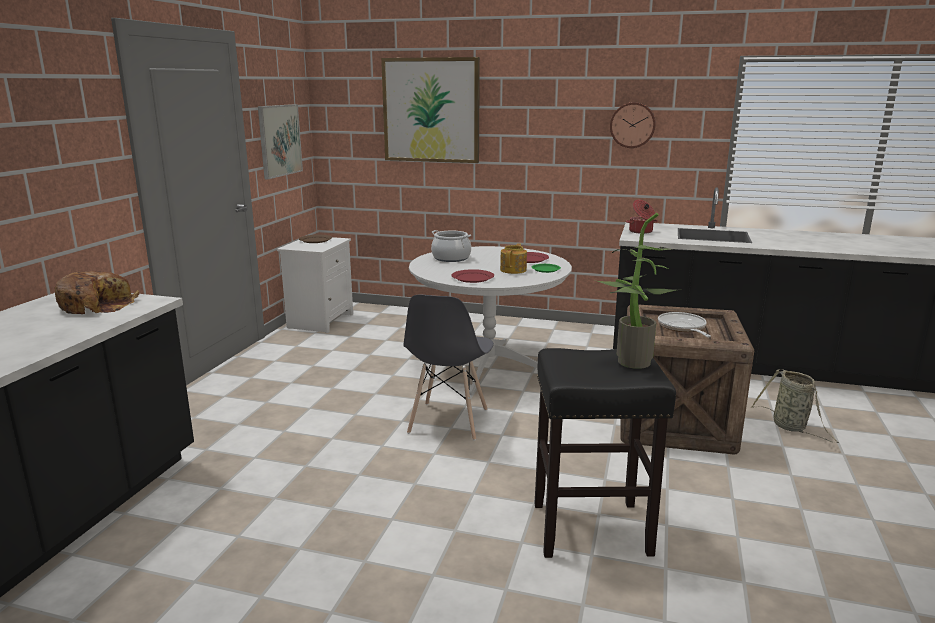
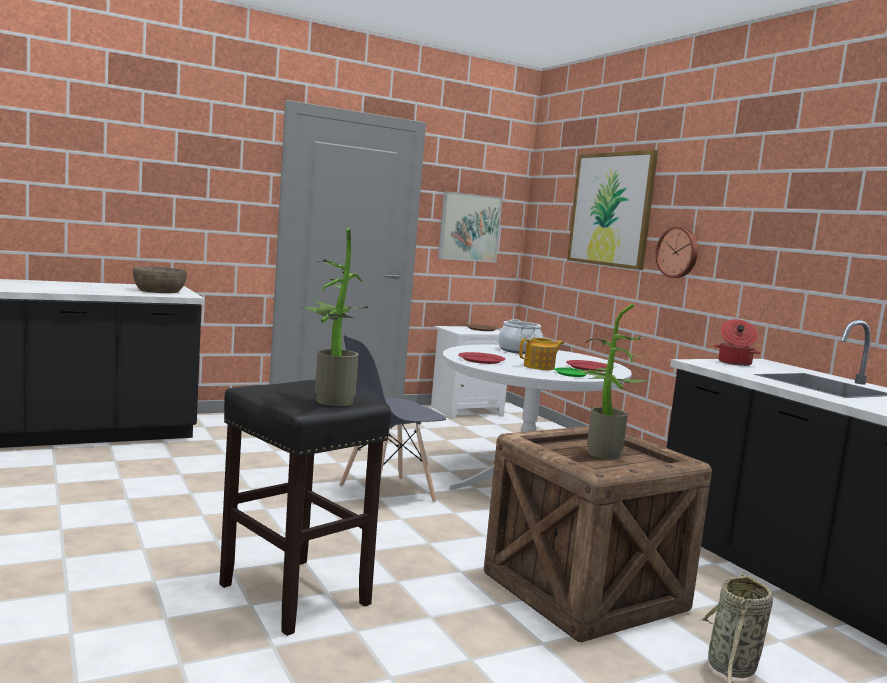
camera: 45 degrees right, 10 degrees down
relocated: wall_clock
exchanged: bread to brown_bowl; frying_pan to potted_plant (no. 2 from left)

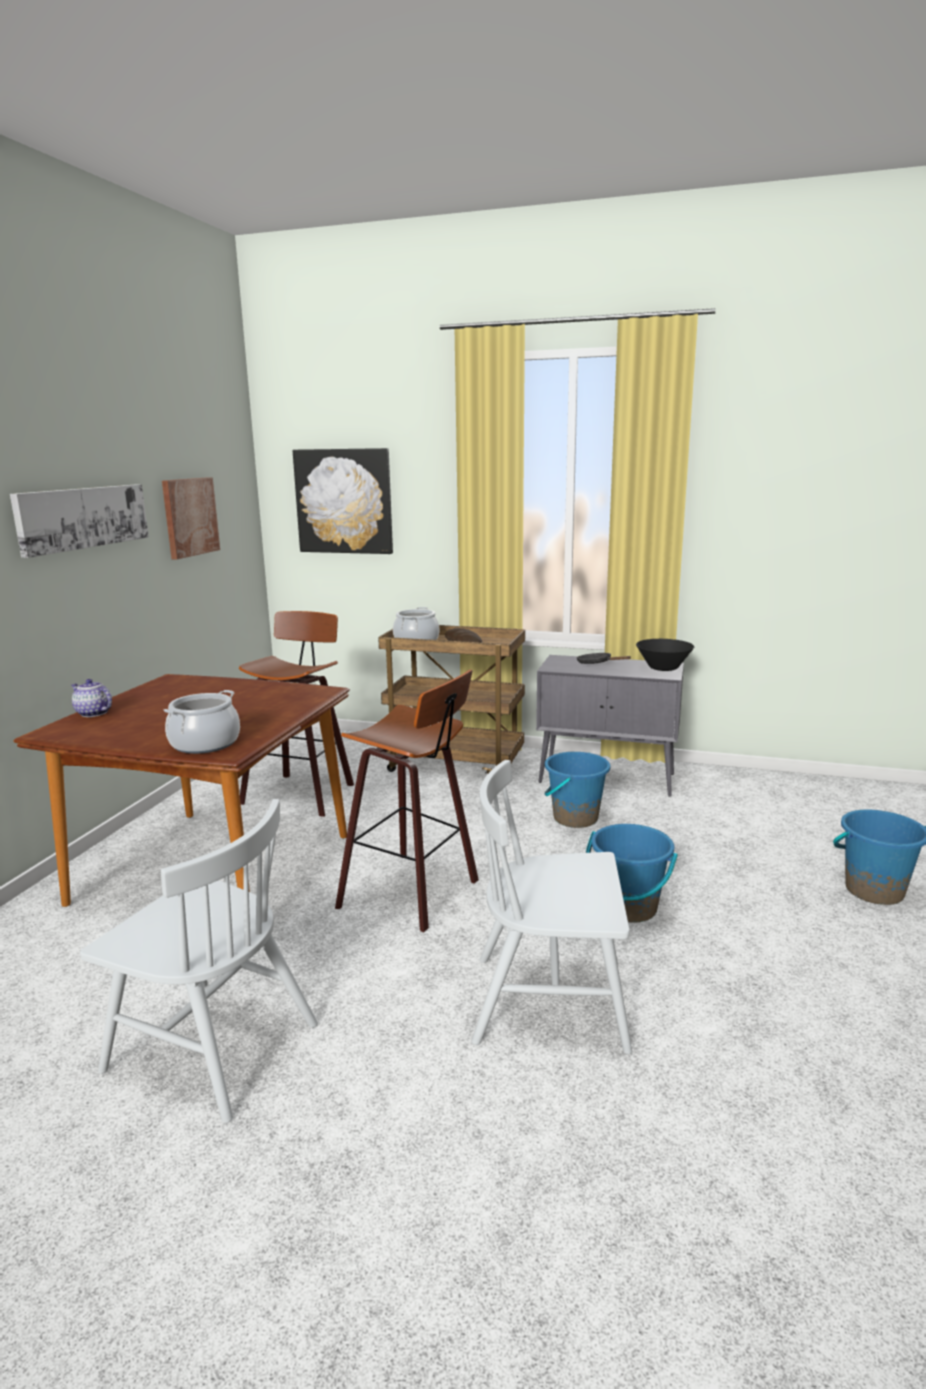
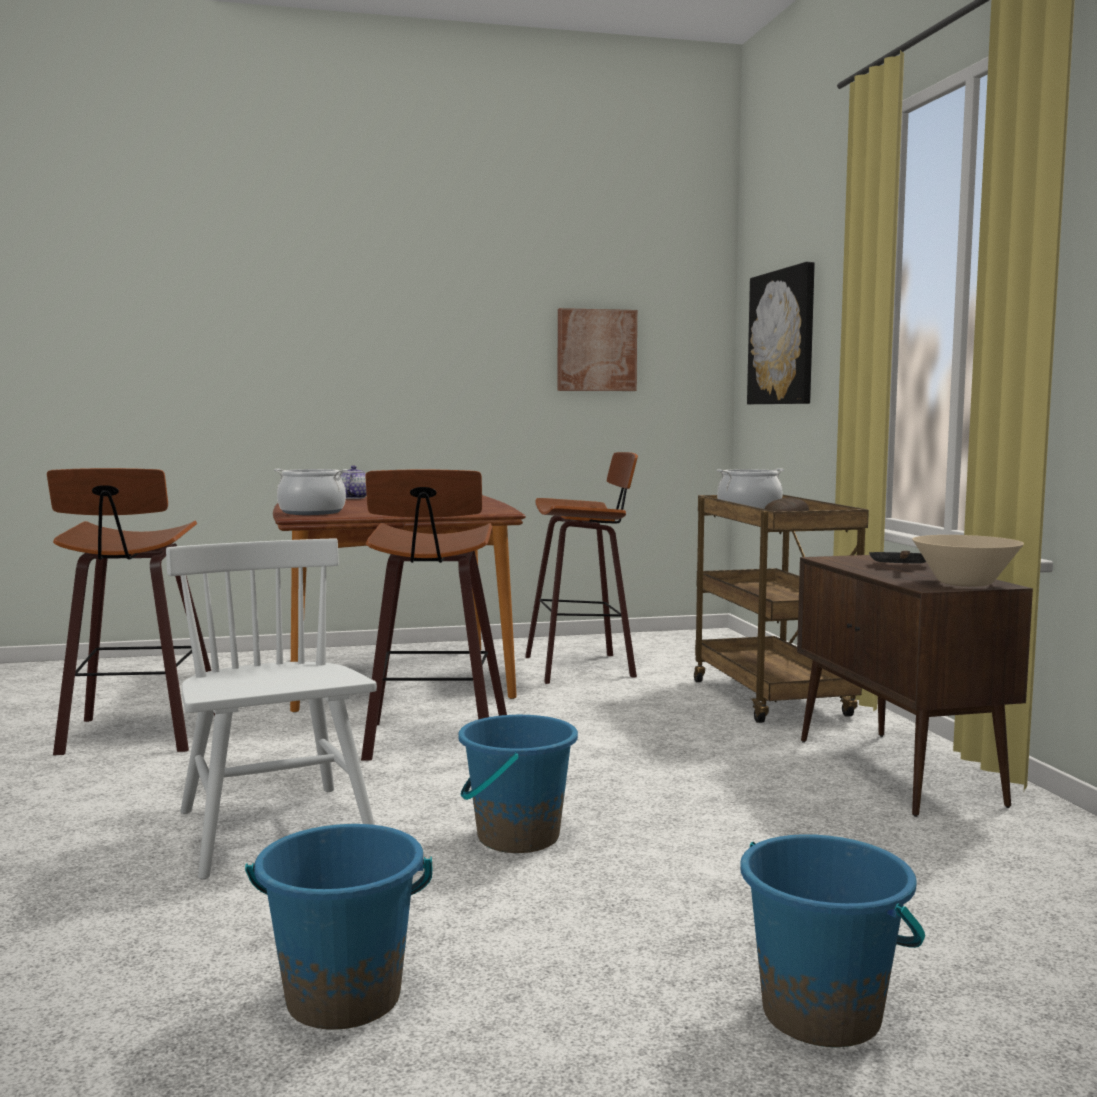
camera: 60 degrees right, 10 degrees down
missing: picture (no. 1 from left)
relocated: blue_bucket (no. 1 from left)
exchanged: white_chair (no. 1 from left) to stool (no. 1 from left)
colour: black_bowl to beige_bowl; grey_cabinet to brown_cabinet

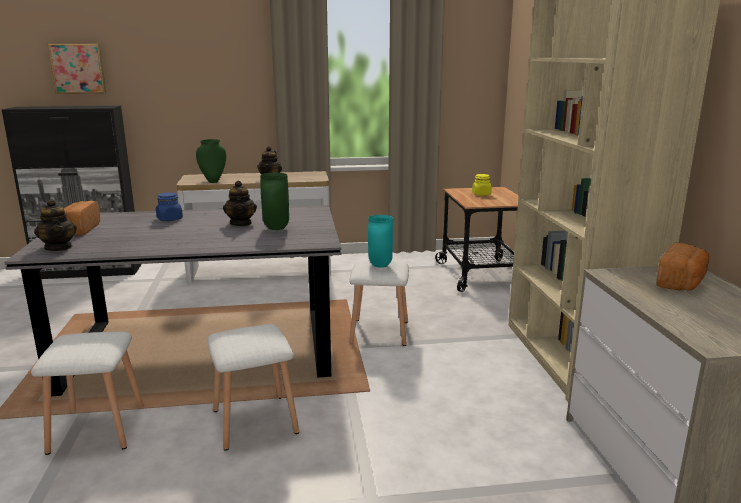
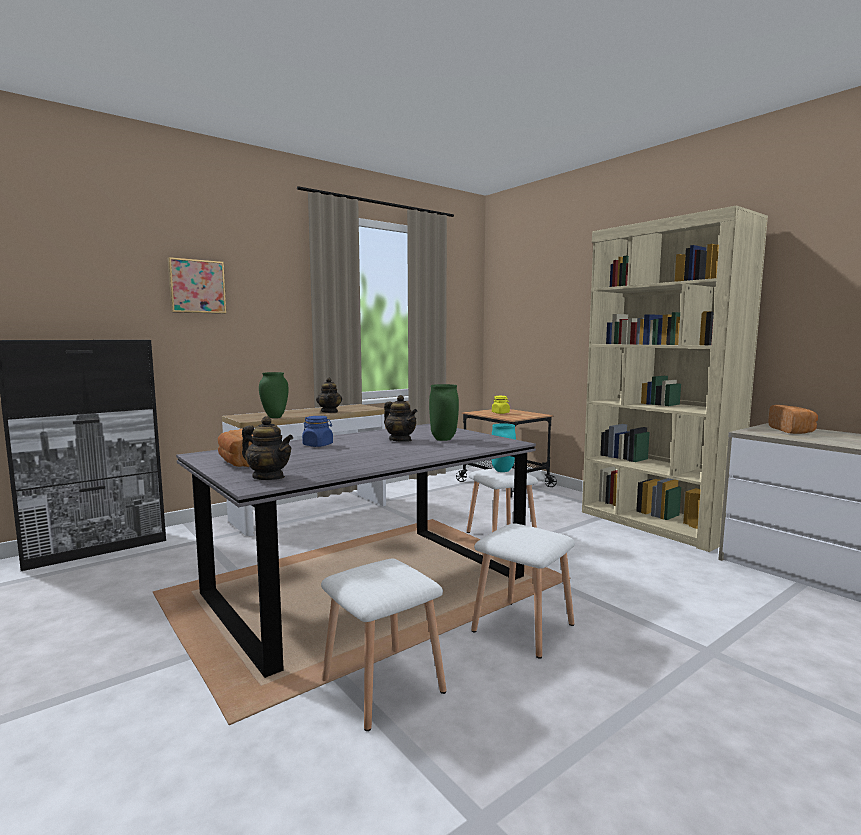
camera: 30 degrees left, 10 degrees down
relocated: picture

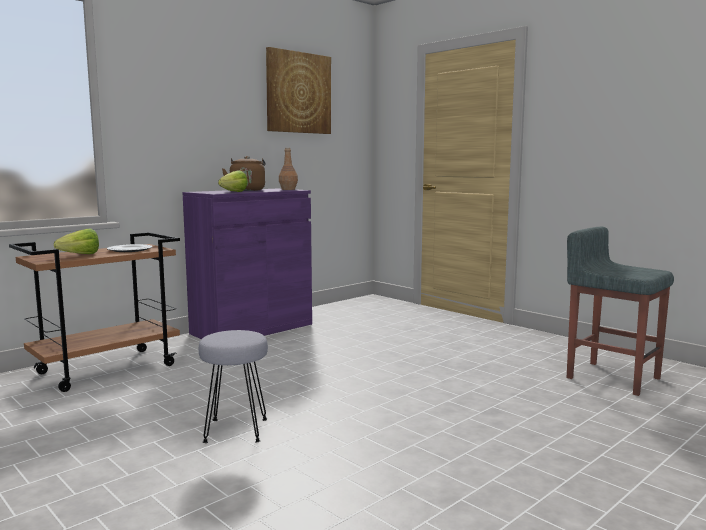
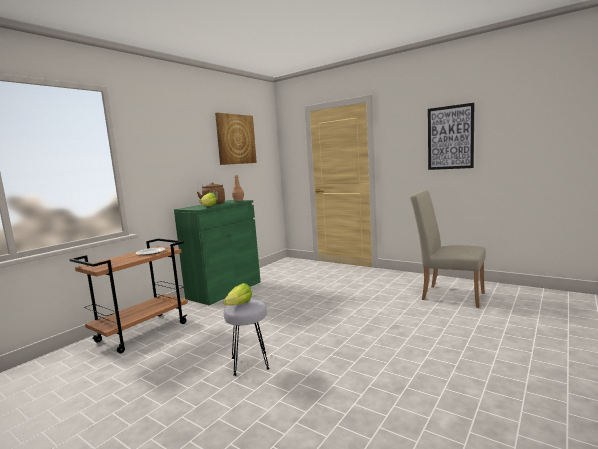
camera: 10 degrees left, 0 degrees up
appeared: picture (no. 2 from left)
relocated: lettuce (no. 1 from left in the first image) to lettuce (no. 2 from left)
exchanged: grey_stool (no. 2 from left) to beige_chair
colour: purple_cabinet to green_cabinet

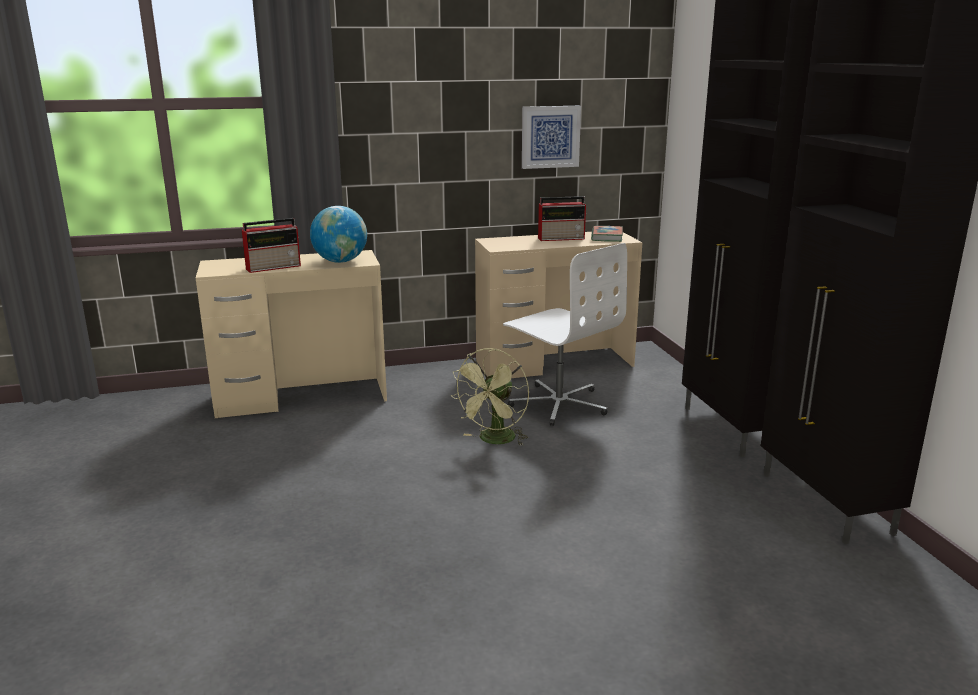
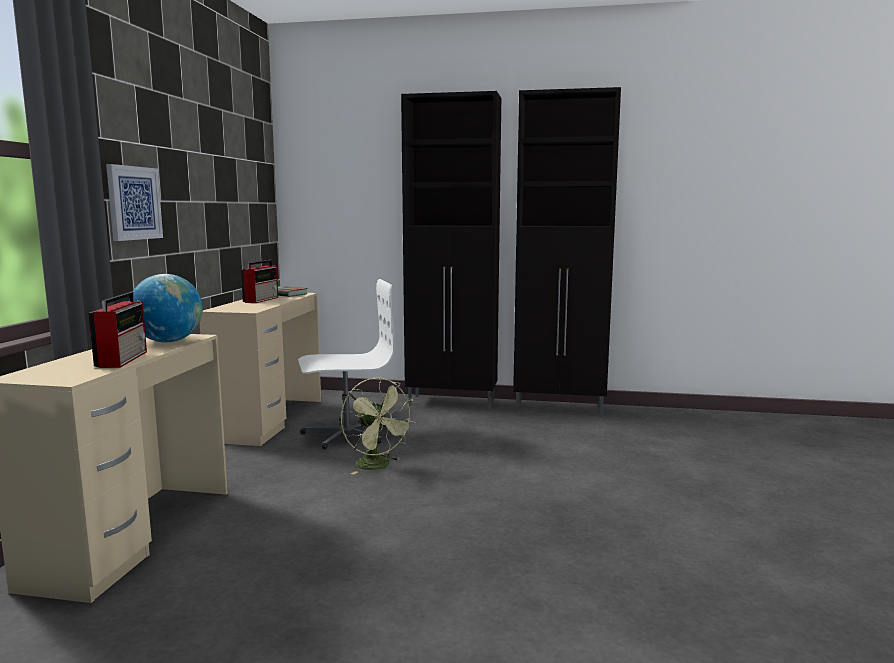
camera: 65 degrees left, 10 degrees down
relocated: picture

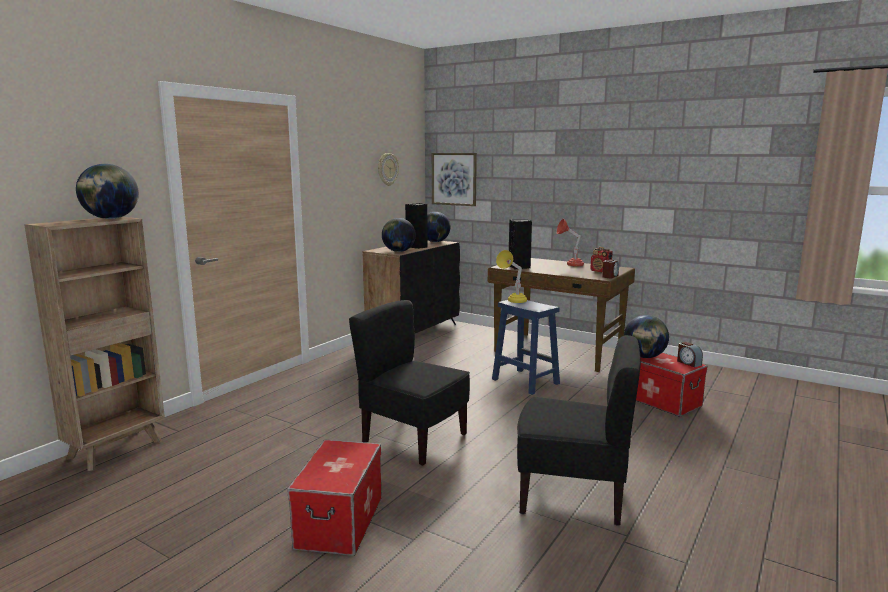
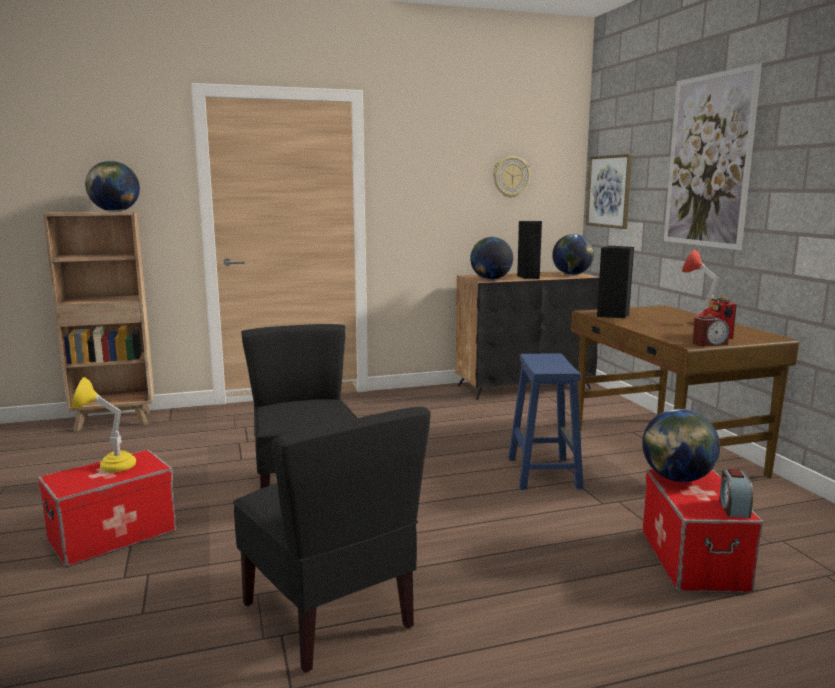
camera: 40 degrees right, 0 degrees up
appeared: picture (no. 2 from left)
relocated: yellow_table_lamp

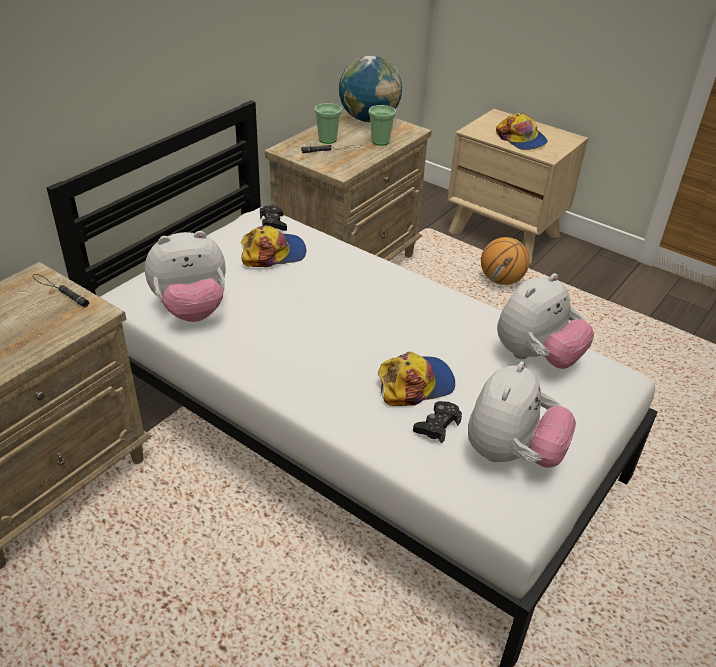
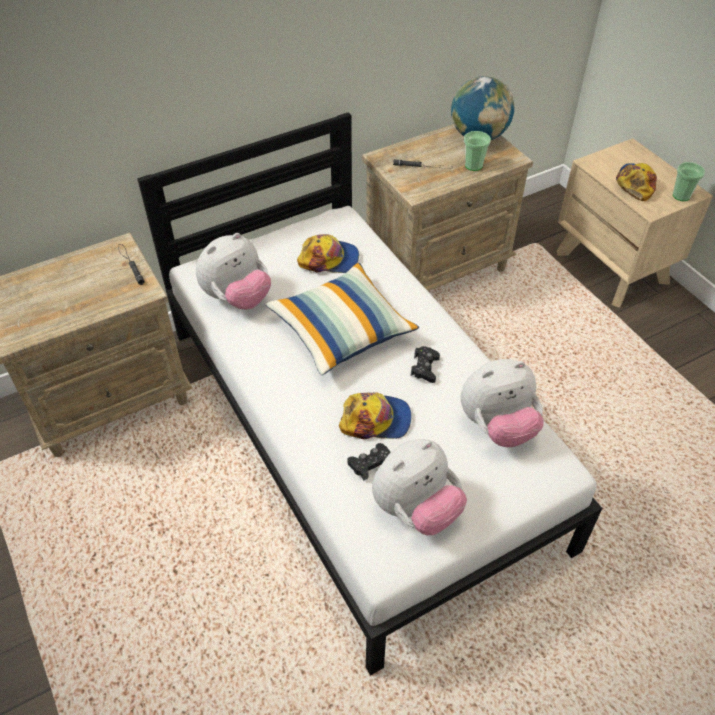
camera: 25 degrees right, 10 degrees up
missing: basketball
appeared: pillow
relocated: cup (no. 1 from left in the first image) to cup (no. 2 from left); black_game_controller (no. 1 from left in the first image) to black_game_controller (no. 2 from left)
spun: cap (no. 3 from left) 150 degrees counterclockwise; plush_toy (no. 1 from left) 45 degrees counterclockwise

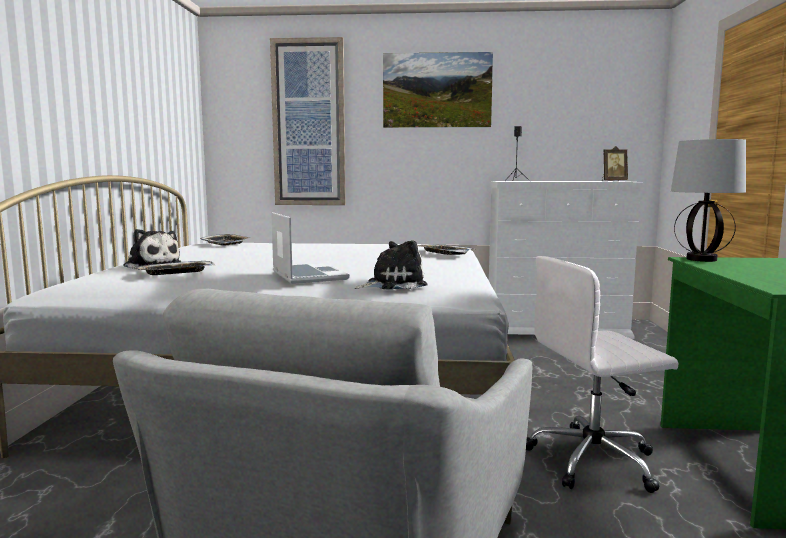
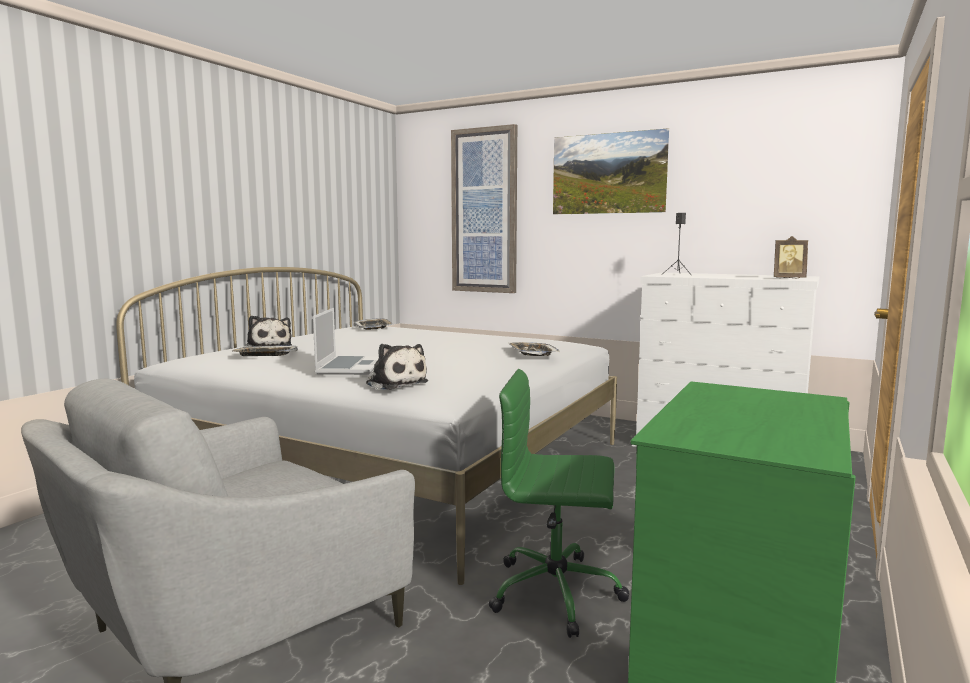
camera: 25 degrees right, 0 degrees up
missing: table_lamp
colour: white_office_chair to green_office_chair
spun: plush_toy (no. 2 from left) 45 degrees clockwise

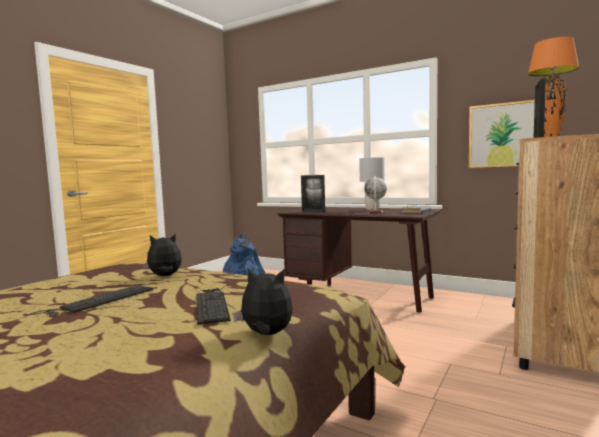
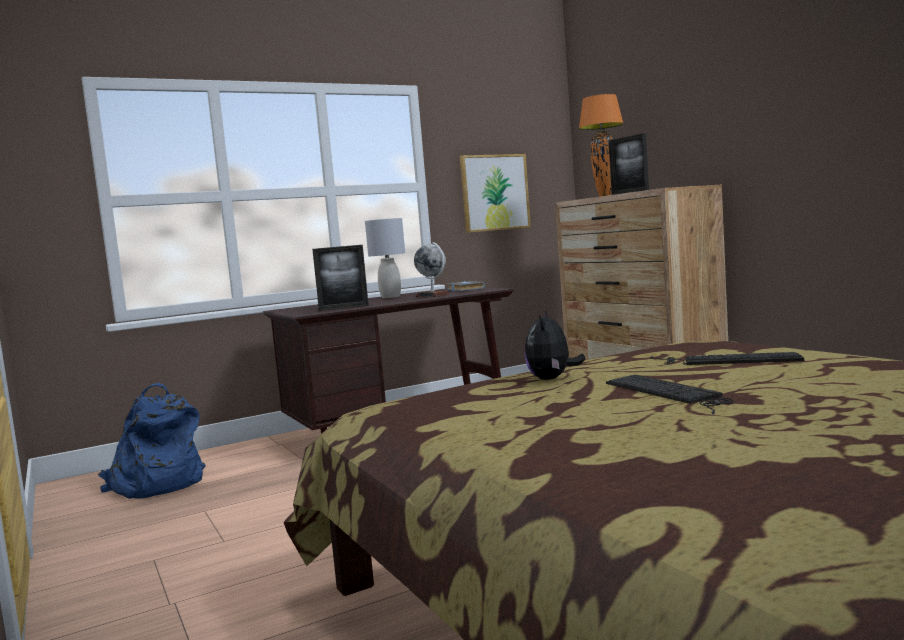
camera: 60 degrees left, 0 degrees up
missing: plush_toy (no. 2 from left)

